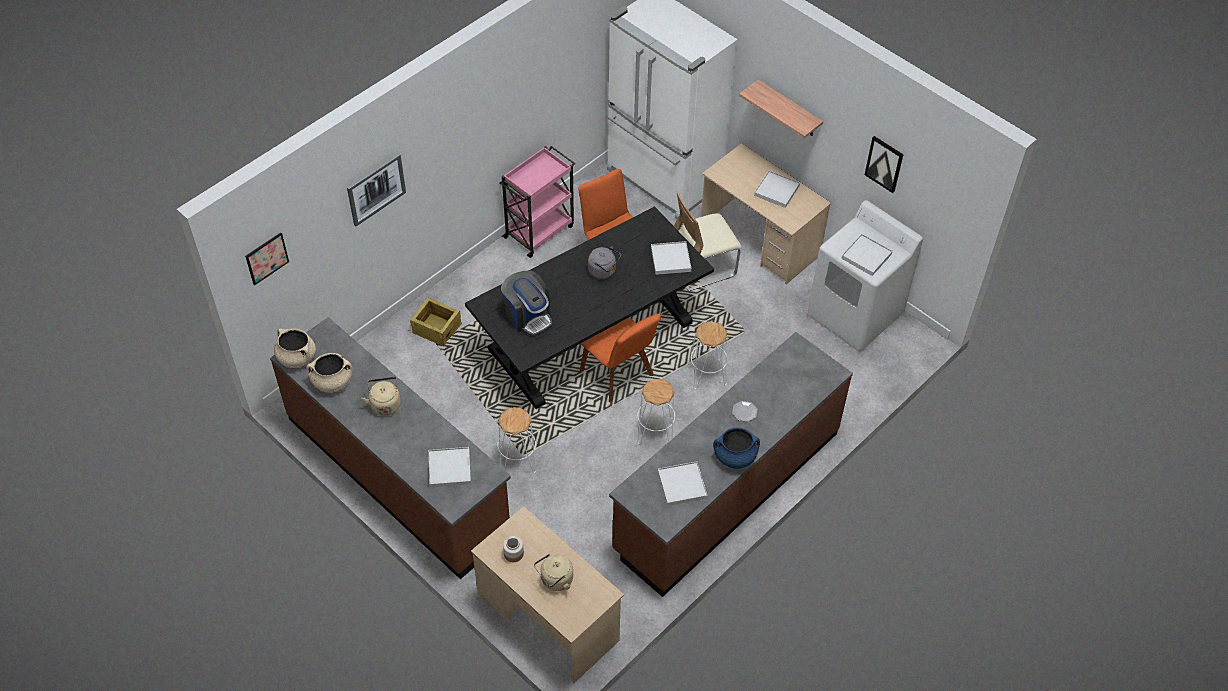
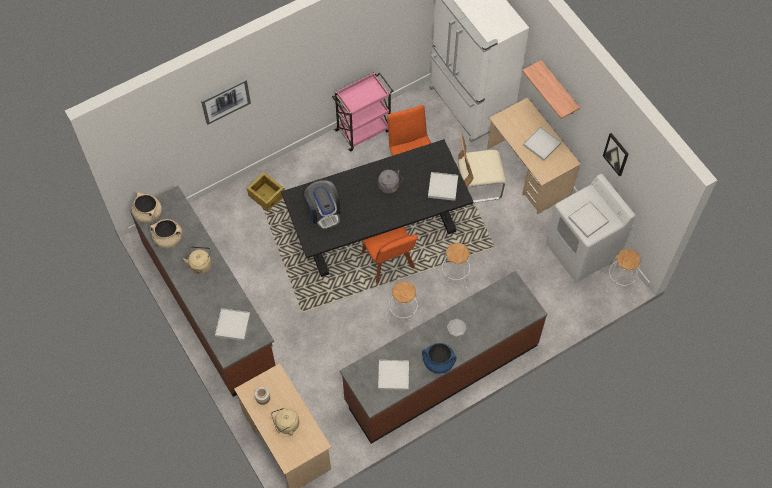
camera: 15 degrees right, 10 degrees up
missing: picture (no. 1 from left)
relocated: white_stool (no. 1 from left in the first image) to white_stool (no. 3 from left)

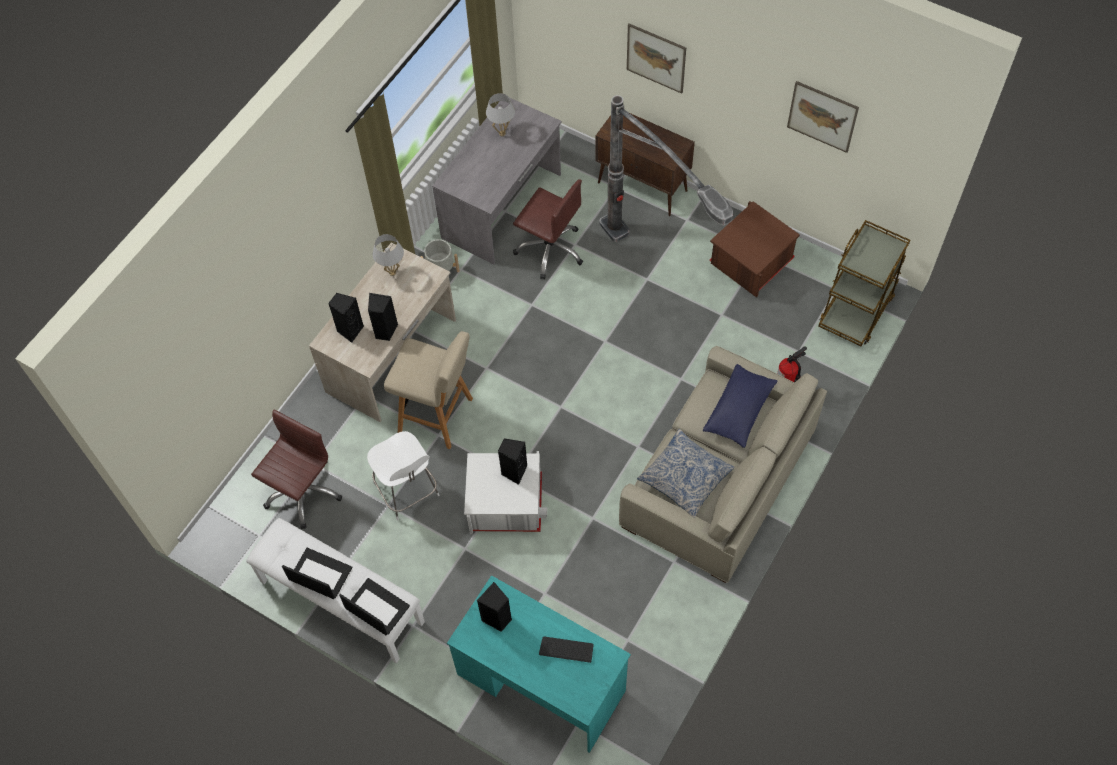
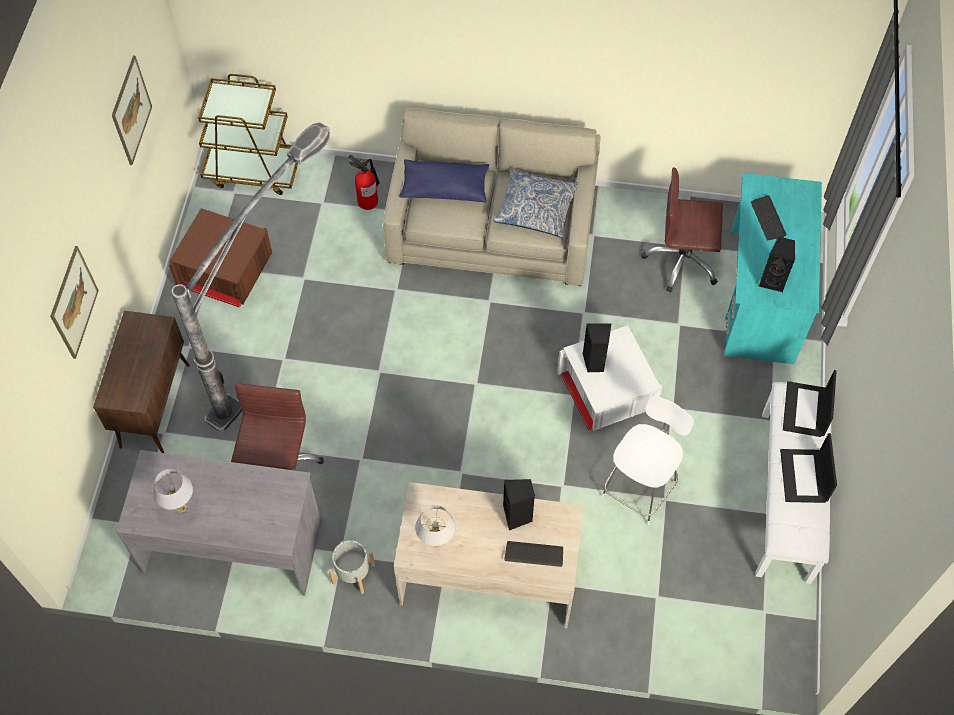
camera: 115 degrees left, 0 degrees up
missing: beige_stool
relocated: brown_office_chair (no. 1 from left in the first image) to brown_office_chair (no. 2 from left)
exchanged: black_speaker (no. 1 from left) to keyboard (no. 1 from left)

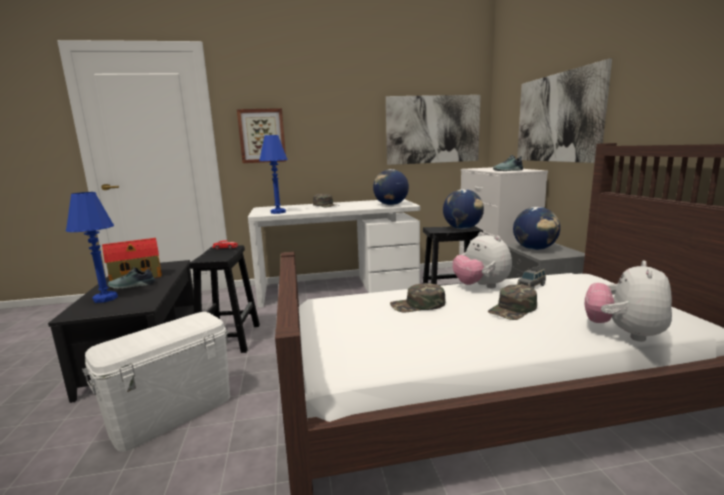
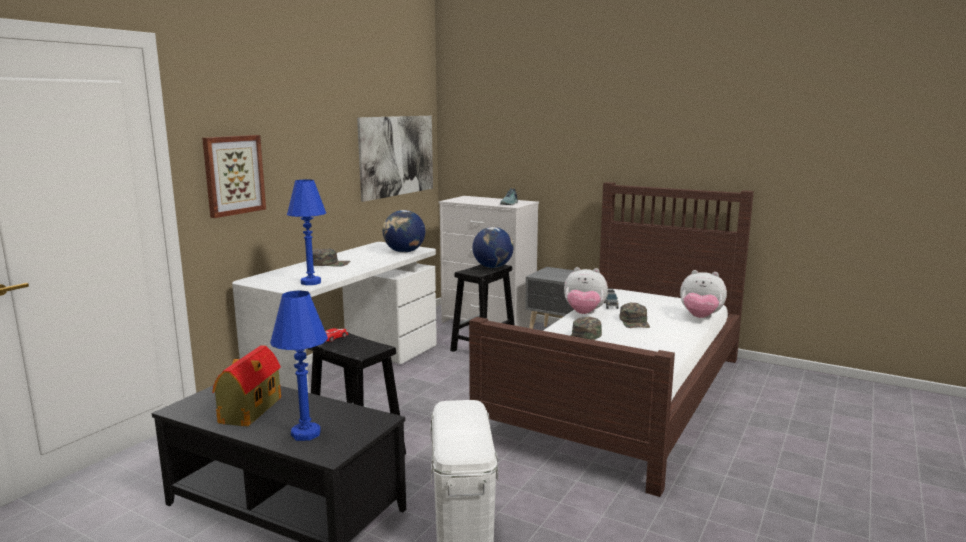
camera: 50 degrees left, 0 degrees up
missing: picture (no. 3 from left); globe (no. 3 from left); shoe (no. 1 from left)
spun: plush_toy (no. 2 from left) 45 degrees counterclockwise

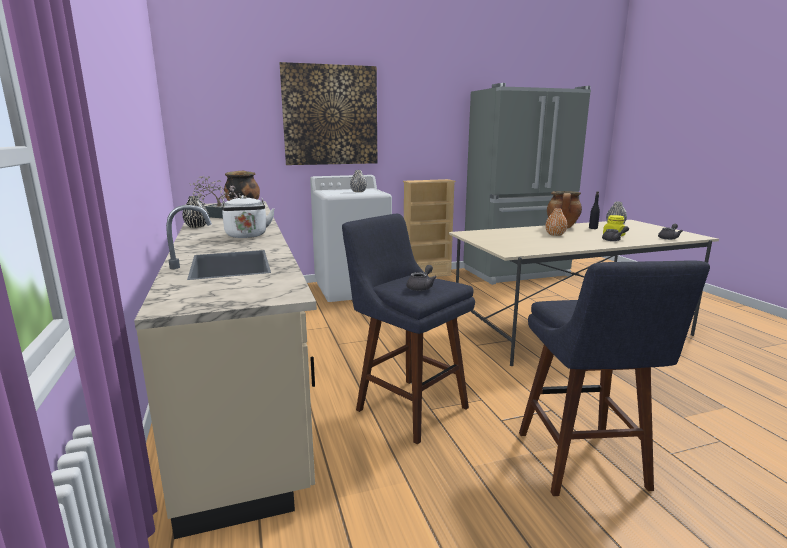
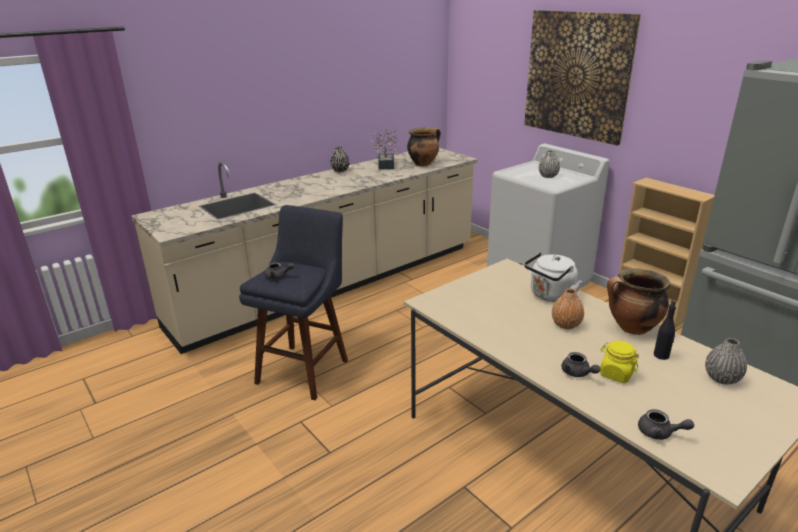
camera: 70 degrees right, 10 degrees up
missing: blue_stool (no. 2 from left)
relocated: white_kettle

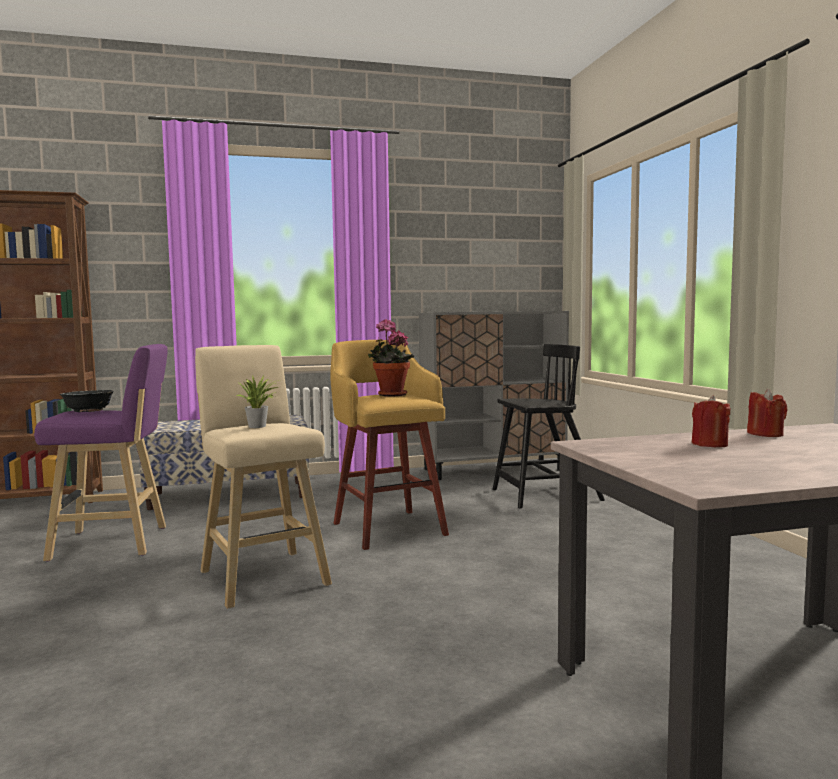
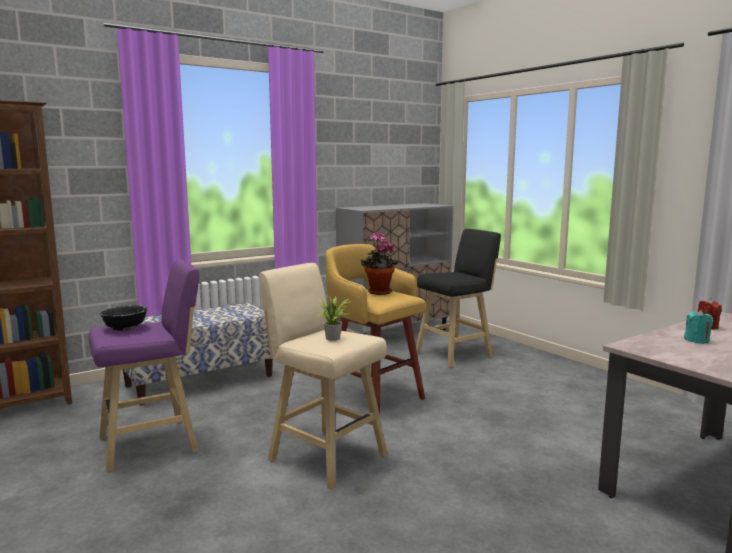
camera: 20 degrees left, 5 degrees up
exchanged: black_chair to black_stool
colour: red_candle (no. 1 from left) to turquoise_candle

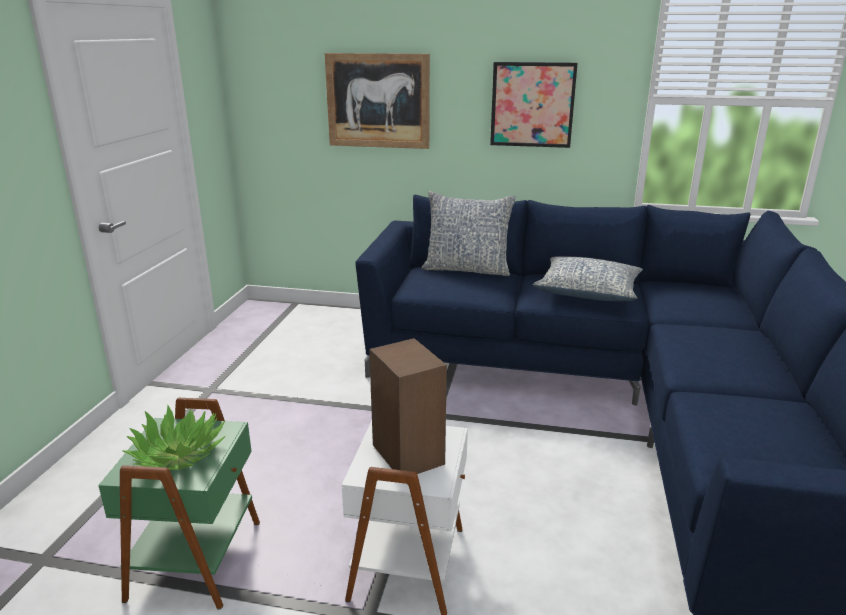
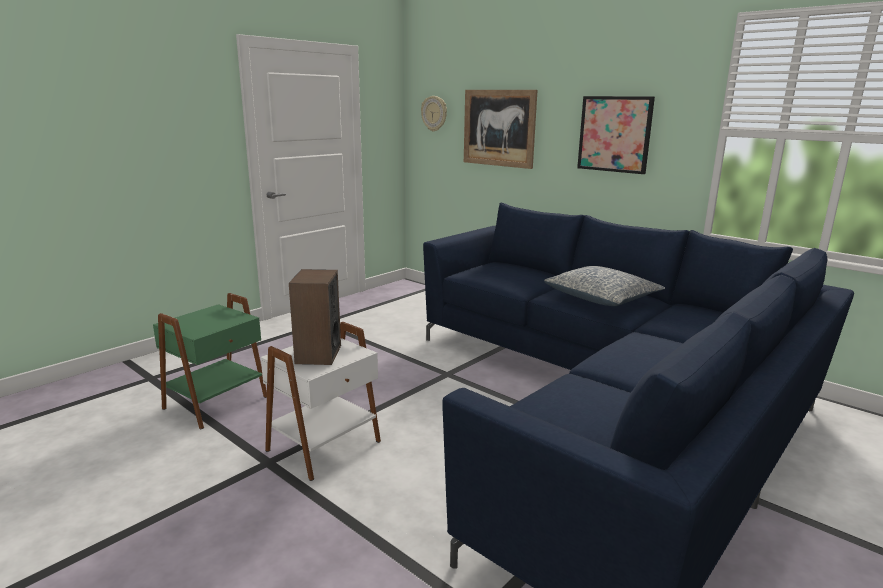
camera: 30 degrees right, 5 degrees down
missing: pillow (no. 1 from left); potted_plant
appeared: wall_clock

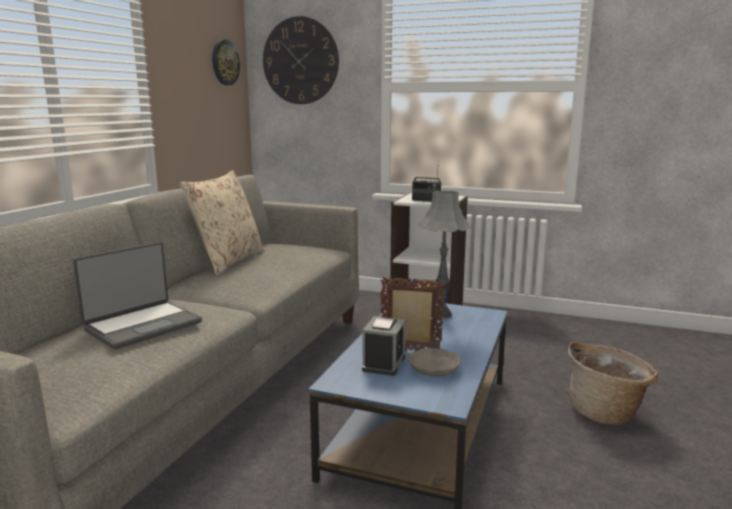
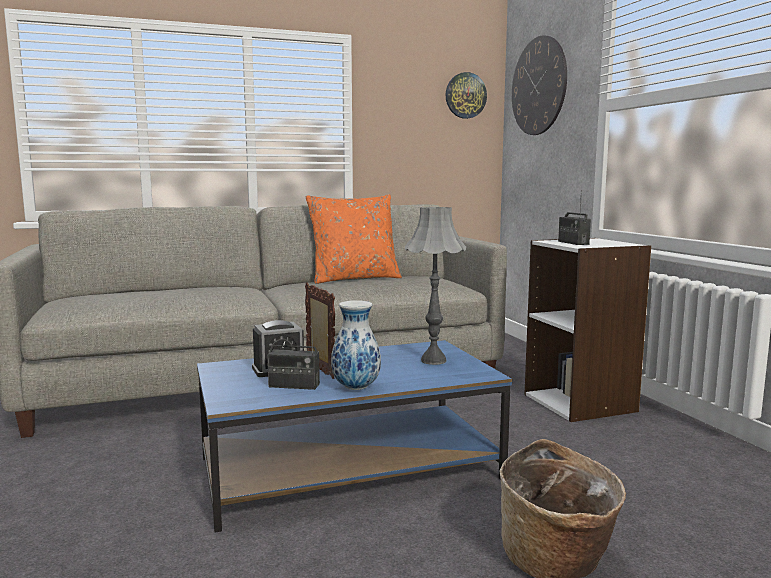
camera: 50 degrees right, 5 degrees down
missing: laptop
appeared: vase
exchanged: grey_bowl to radio (no. 1 from left)
colour: beige_pillow to orange_pillow

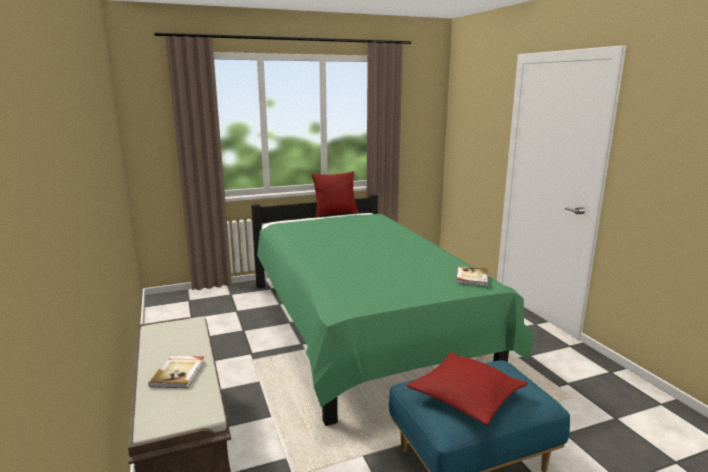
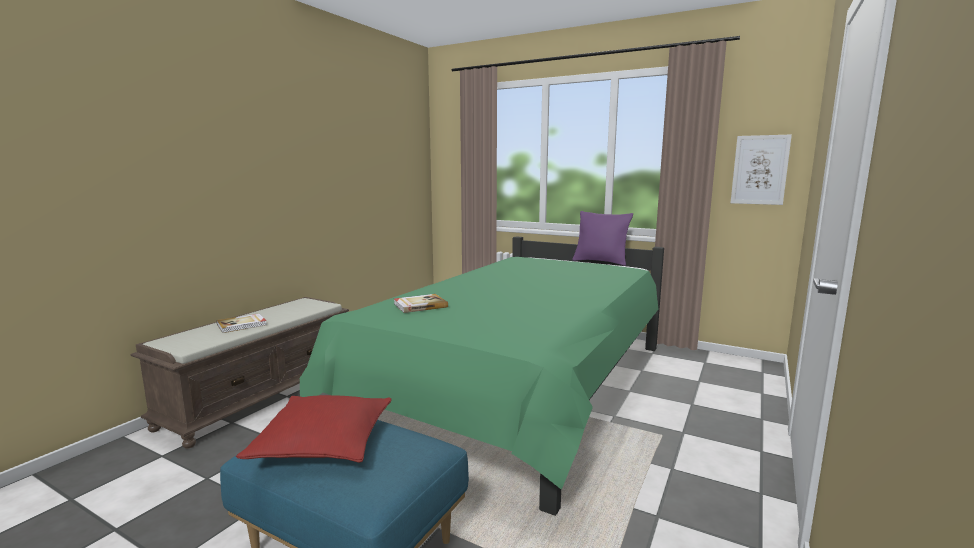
camera: 50 degrees right, 5 degrees down
appeared: picture
relocated: book (no. 2 from left)
colour: red_pillow (no. 1 from left) to purple_pillow

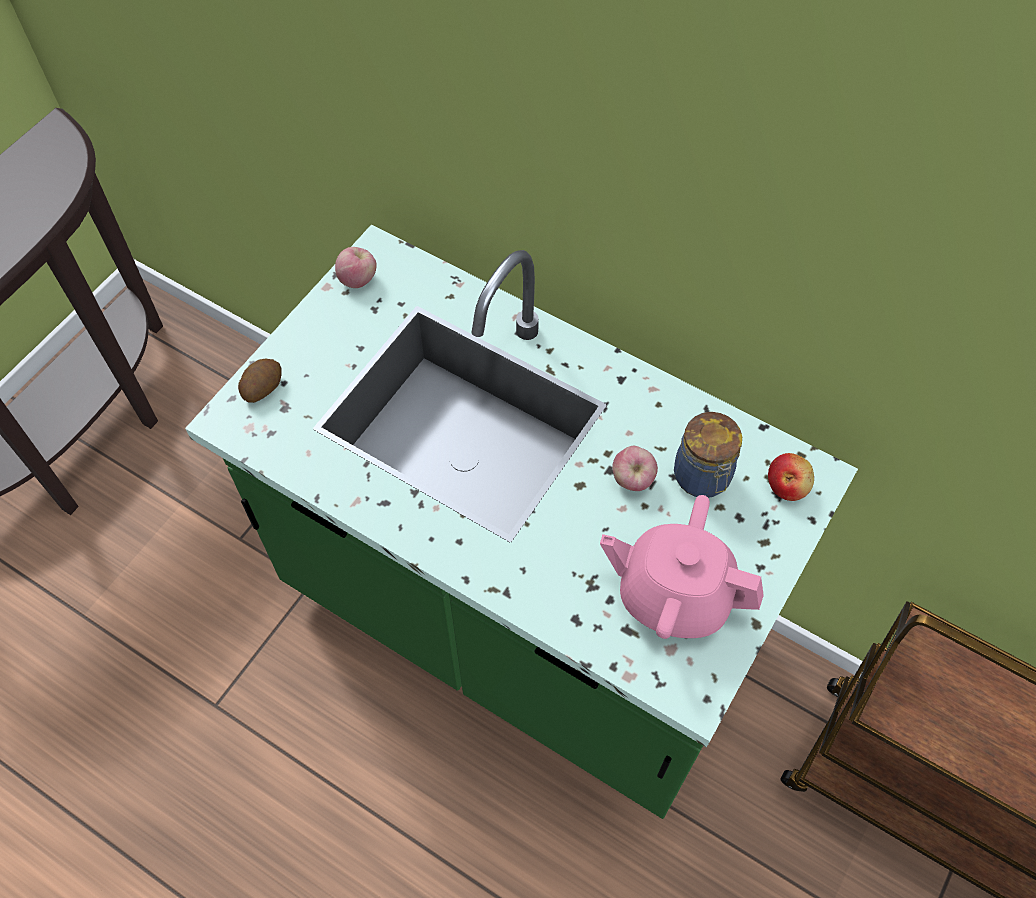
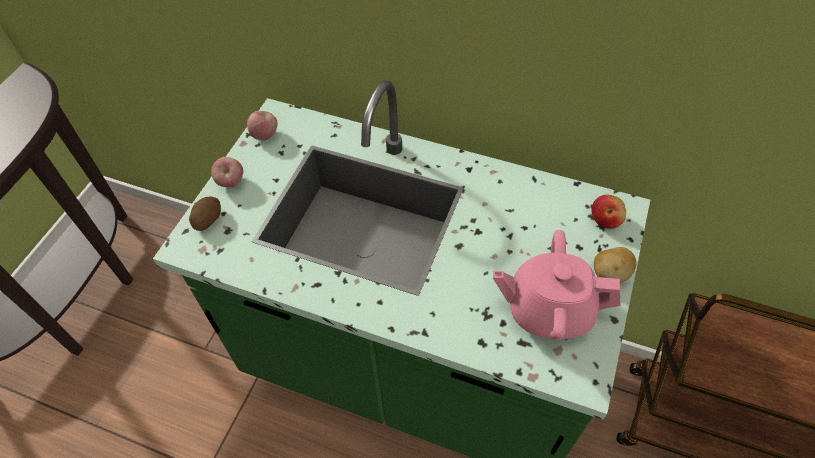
camera: 10 degrees left, 5 degrees down
missing: jar
appeared: potato (no. 2 from left)
relocated: apple (no. 2 from left in the first image) to apple (no. 1 from left)

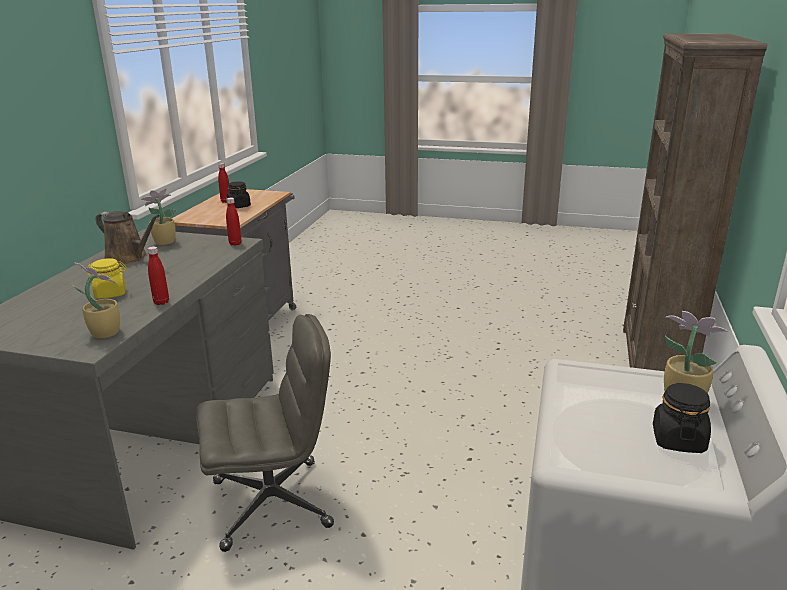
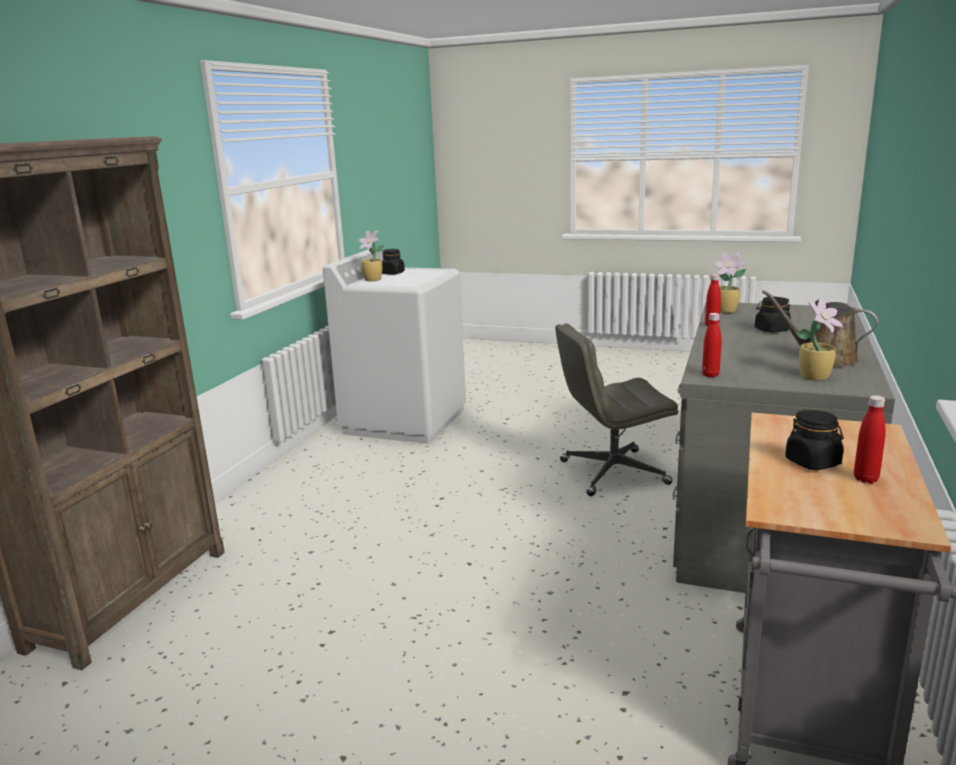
camera: 175 degrees left, 5 degrees down
colour: yellow_jar to black_jar (no. 2 from left)

